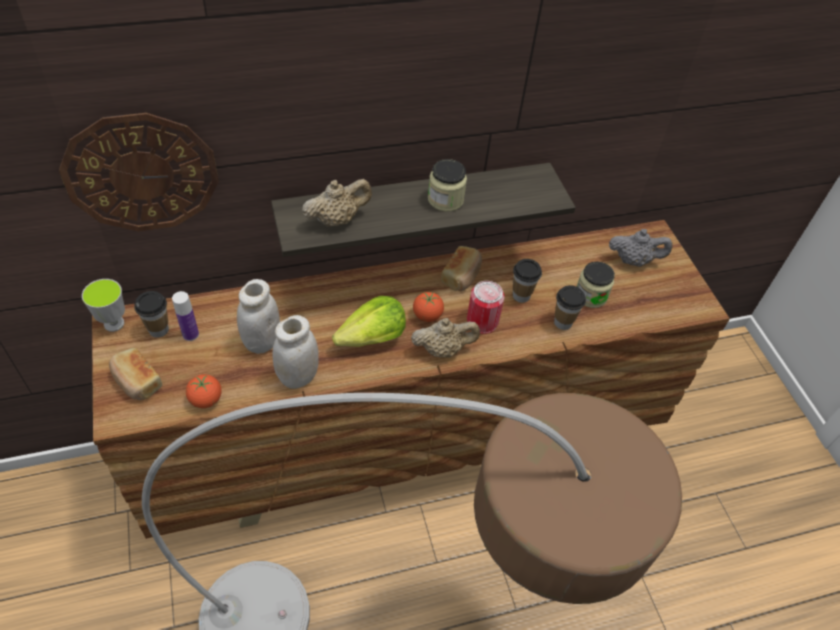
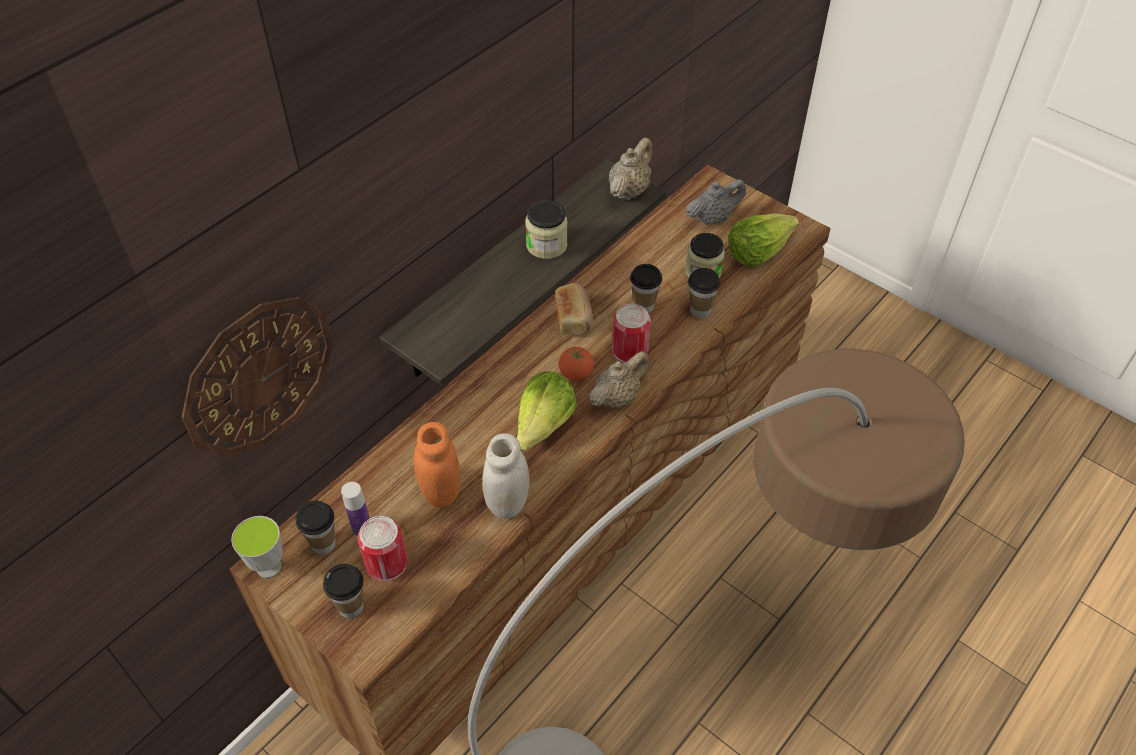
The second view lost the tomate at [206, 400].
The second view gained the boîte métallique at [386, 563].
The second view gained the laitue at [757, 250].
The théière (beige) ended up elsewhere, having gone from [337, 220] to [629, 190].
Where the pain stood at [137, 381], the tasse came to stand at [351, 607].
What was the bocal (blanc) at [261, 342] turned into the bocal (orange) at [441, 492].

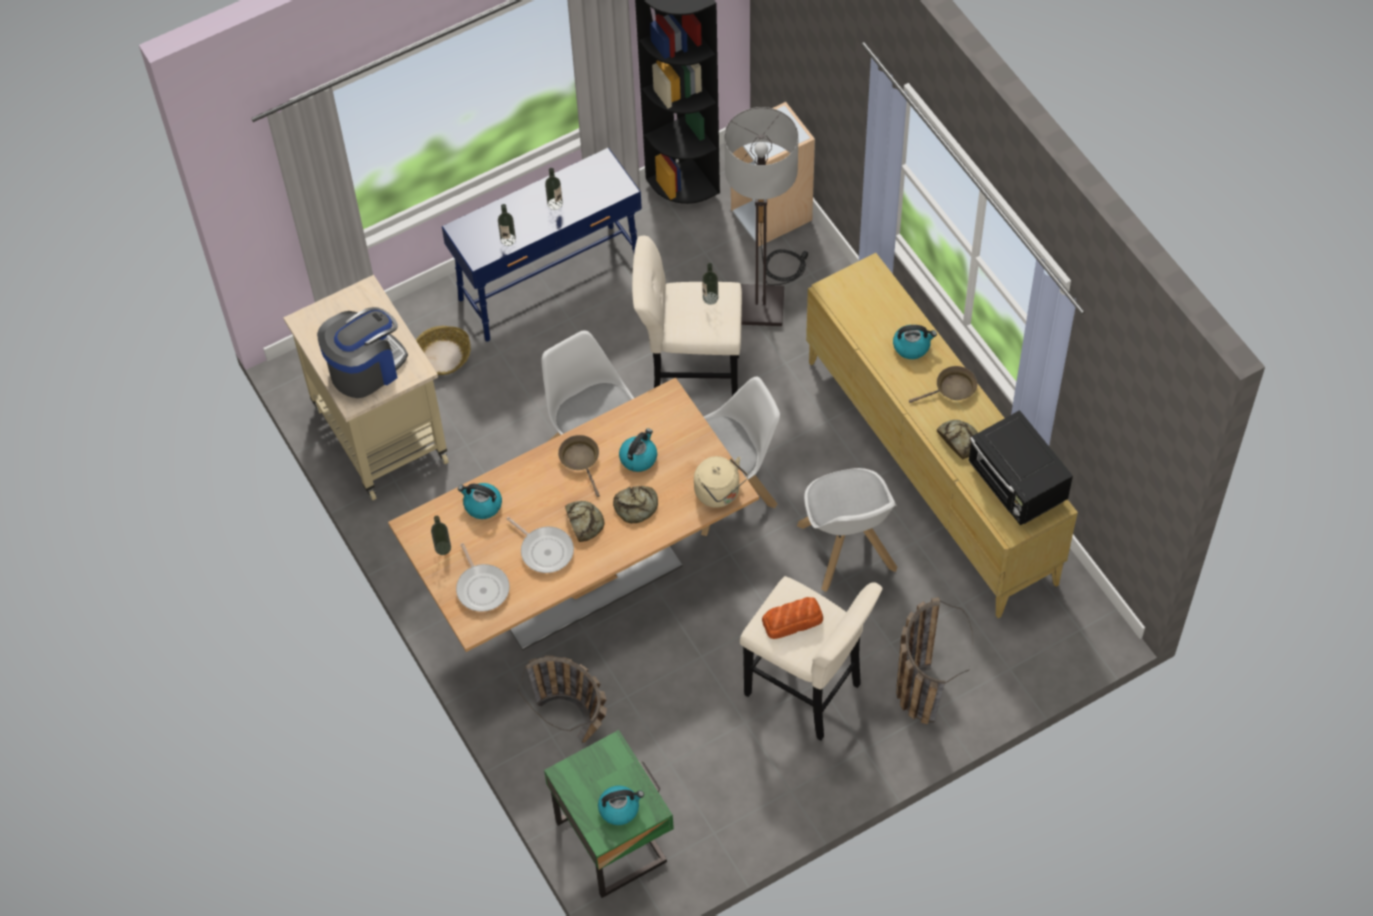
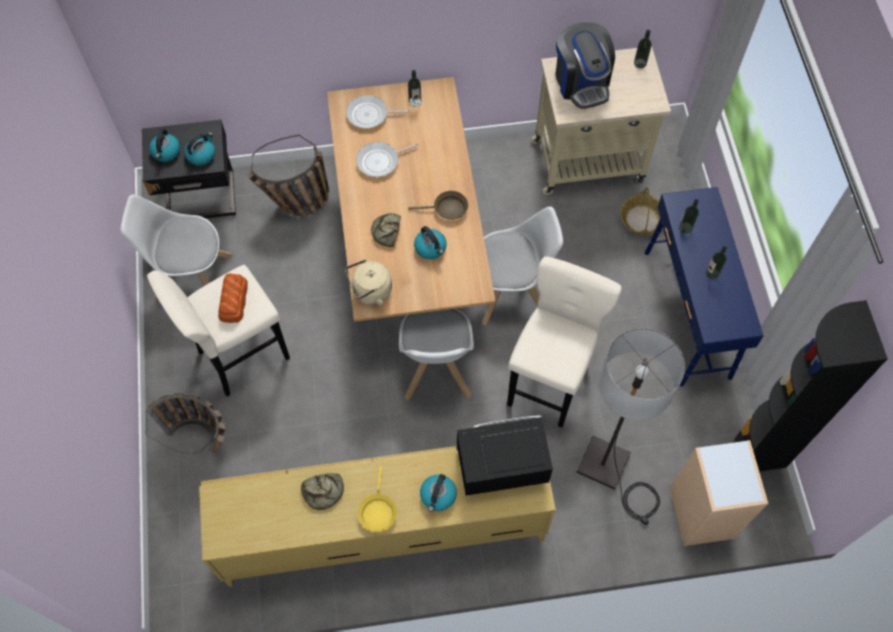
The second view lost the pain at [584, 522].
The bouilloire ended up elsewhere, having gone from [482, 505] to [201, 154].
The bouteille ended up elsewhere, having gone from [710, 298] to [640, 63].
The chaise ended up elsewhere, having gone from [847, 550] to [192, 277].
The micro-ondes (noir) ended up elsewhere, having gone from [1016, 485] to [500, 465].
What was the table de chevet (vert) at [614, 840] turned into the table de chevet (noir) at [201, 199].
What was the poêle (marron) at [952, 389] turned into the poêle (jaune) at [377, 510].

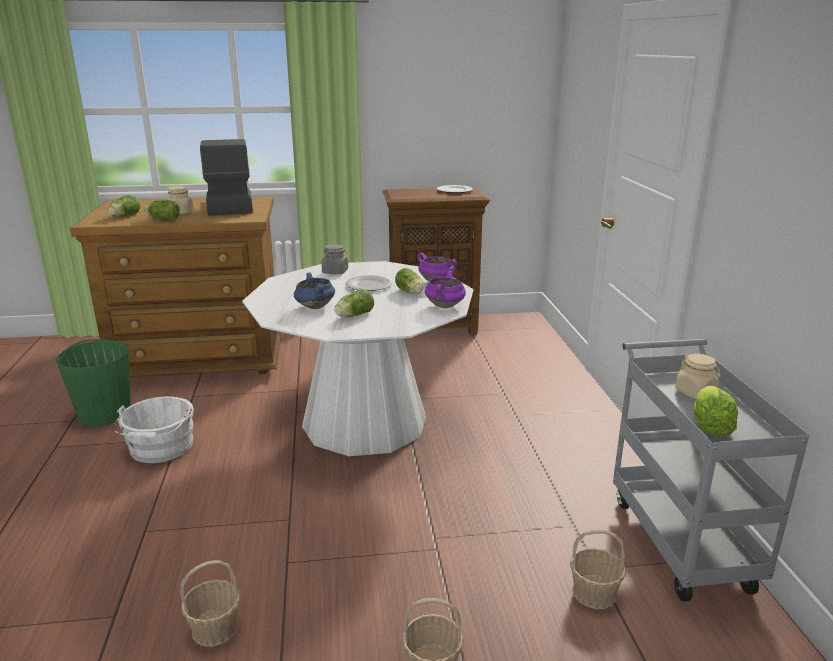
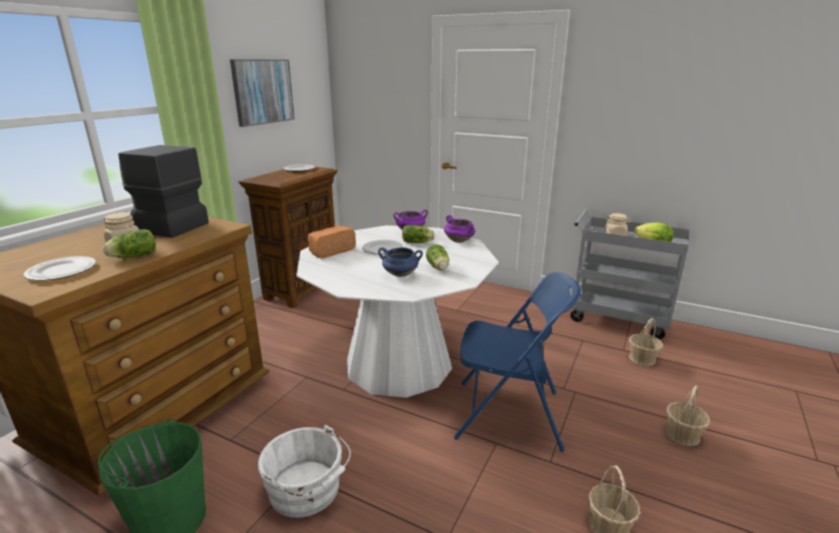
The second view gained the tableau at [263, 91].
The second view gained the chaise (bleu) at [508, 414].
Where the laitue stood at [124, 216], the assiette came to stand at [62, 270].
Where the bocal (gris) stood at [335, 272], the pain came to stand at [330, 251].

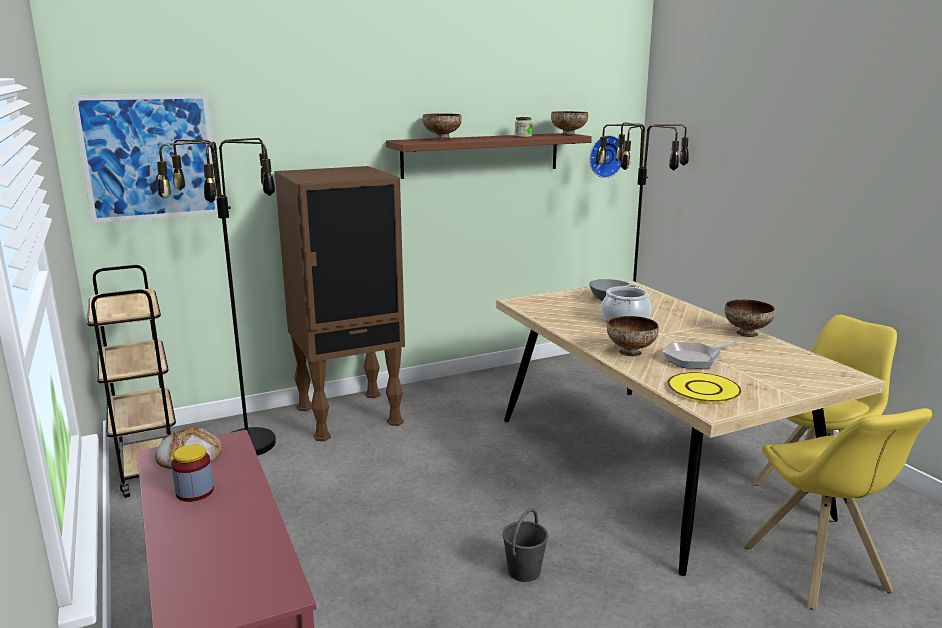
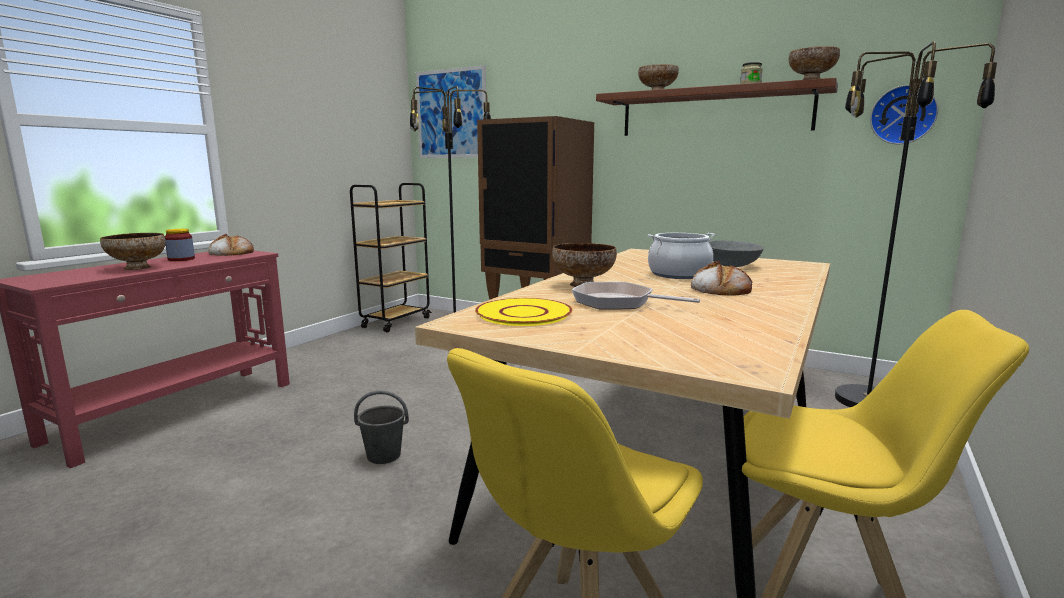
The second view gained the pain at [719, 289].
The bol ended up elsewhere, having gone from [746, 333] to [139, 268].

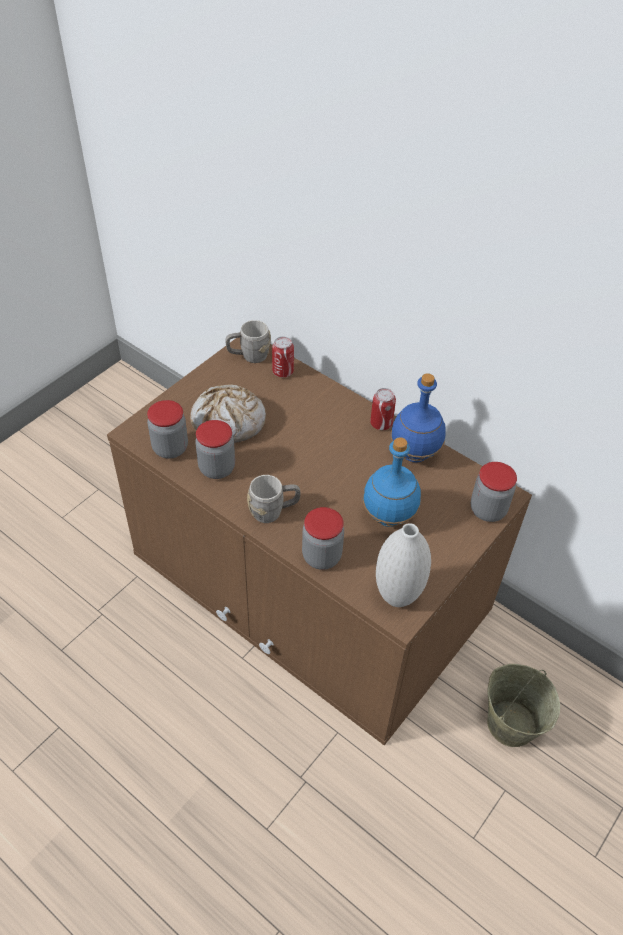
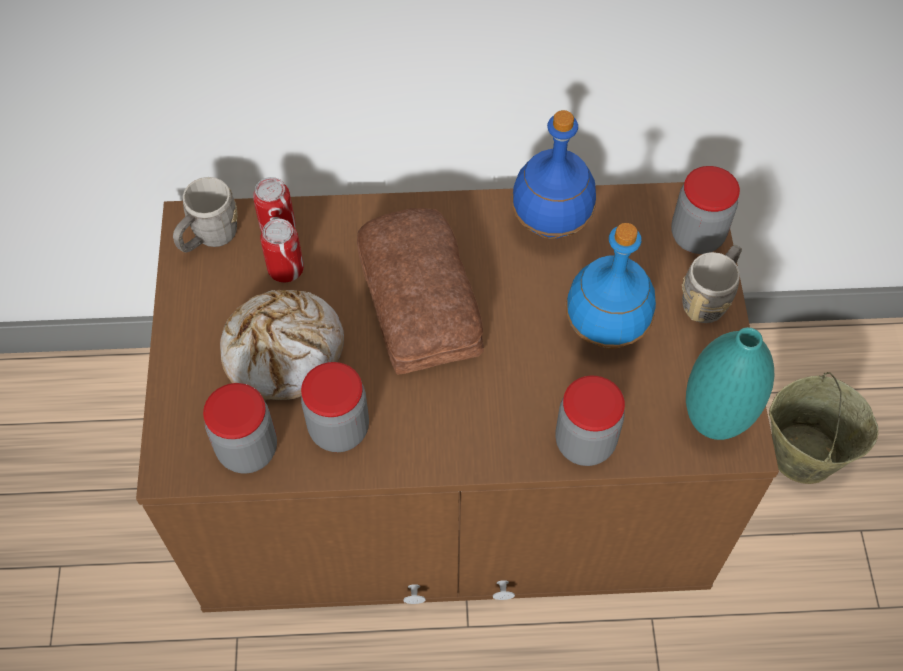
The second view gained the pain at [421, 298].
The mug (gris) ended up elsewhere, having gone from [273, 511] to [709, 298].
The boîte métallique ended up elsewhere, having gone from [381, 423] to [286, 269].
What was the vase (blanc) at [397, 596] turned into the vase (turquoise) at [713, 422].

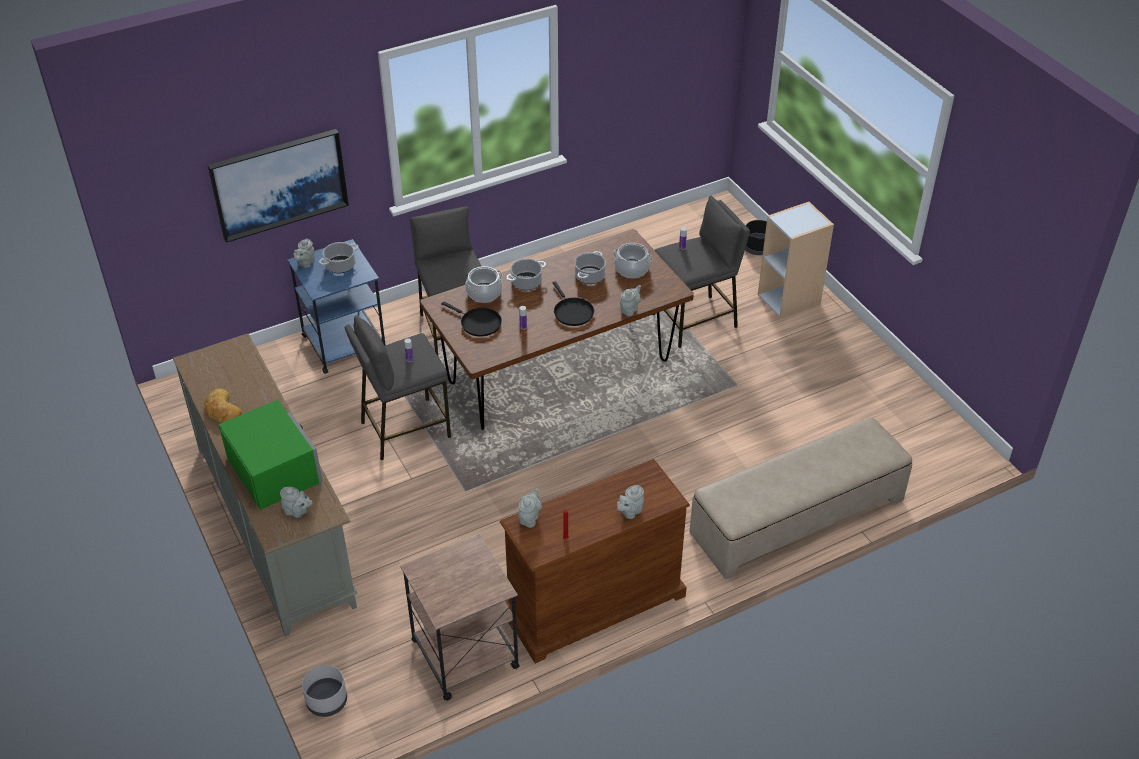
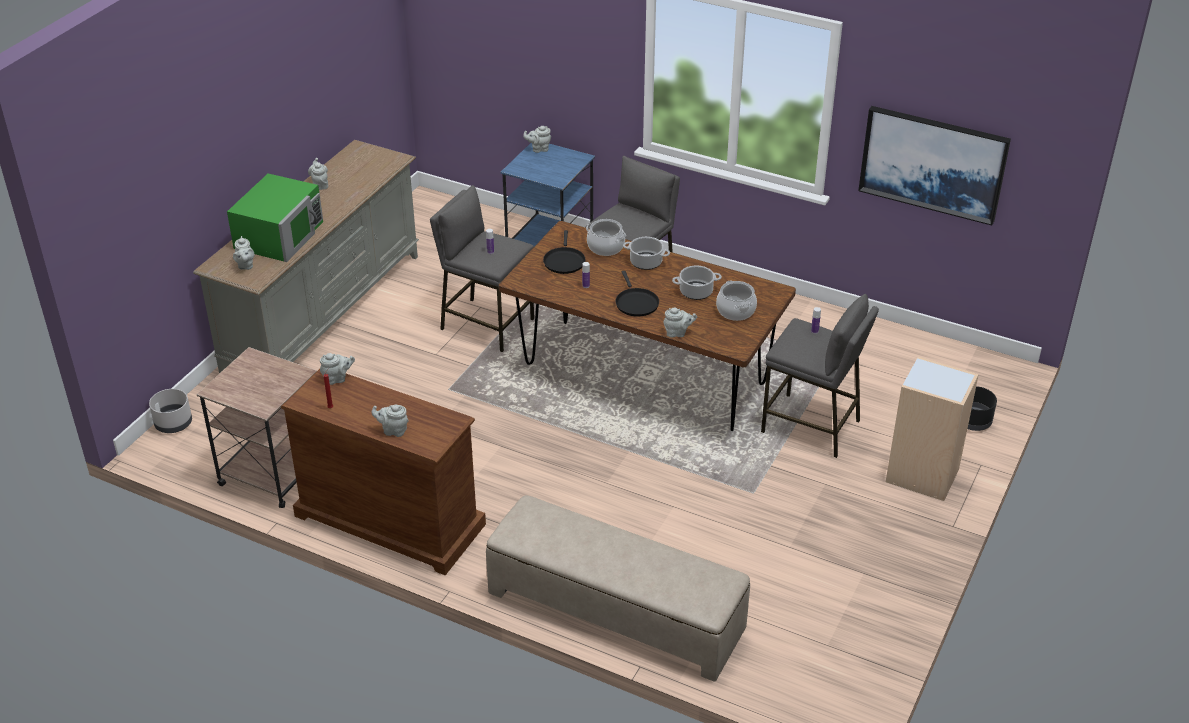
The second view lost the marmite at [340, 266].
The tableau ended up elsewhere, having gone from [279, 183] to [933, 163].
Where the pain stood at [222, 410], the théière (gris) came to stand at [320, 185].
The poêle (noir) at [572, 312] ended up facing another way, 45 degrees counterclockwise from before.

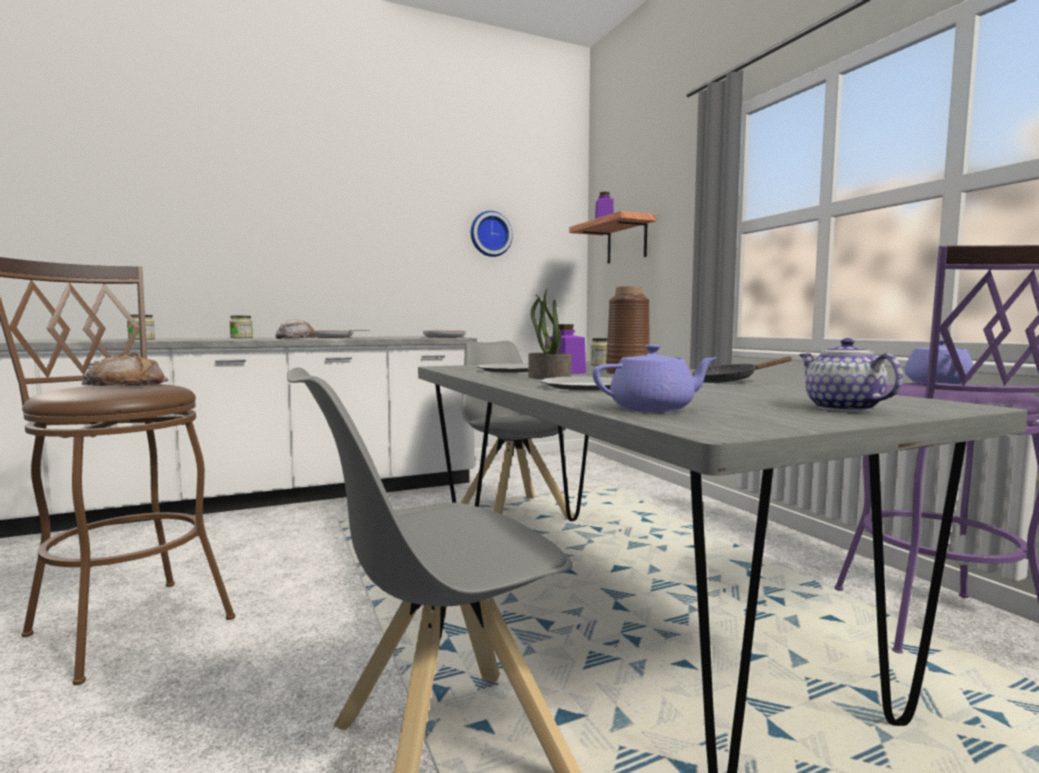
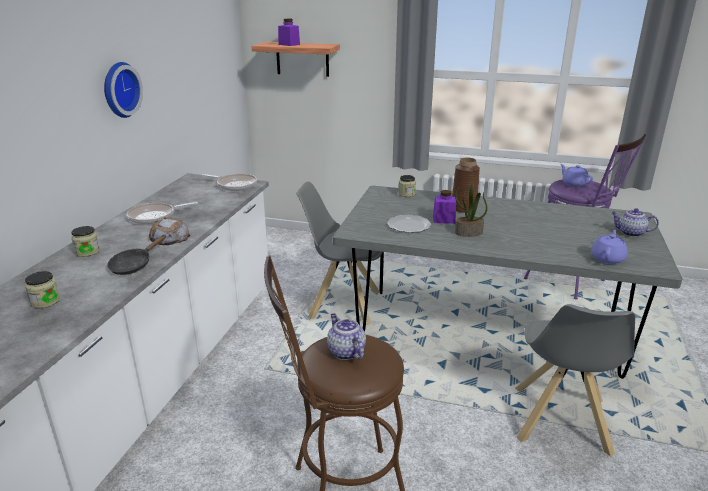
The second view lost the assiette at [583, 387].
The horloge murale ended up elsewhere, having gone from [490, 234] to [119, 89].
The poêle (noir) ended up elsewhere, having gone from [730, 381] to [134, 265].
Where the pain stood at [126, 384], the théière came to stand at [345, 351].

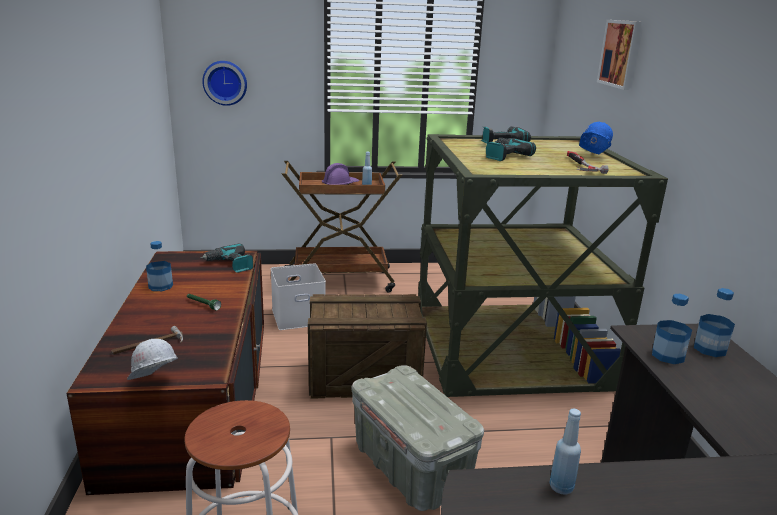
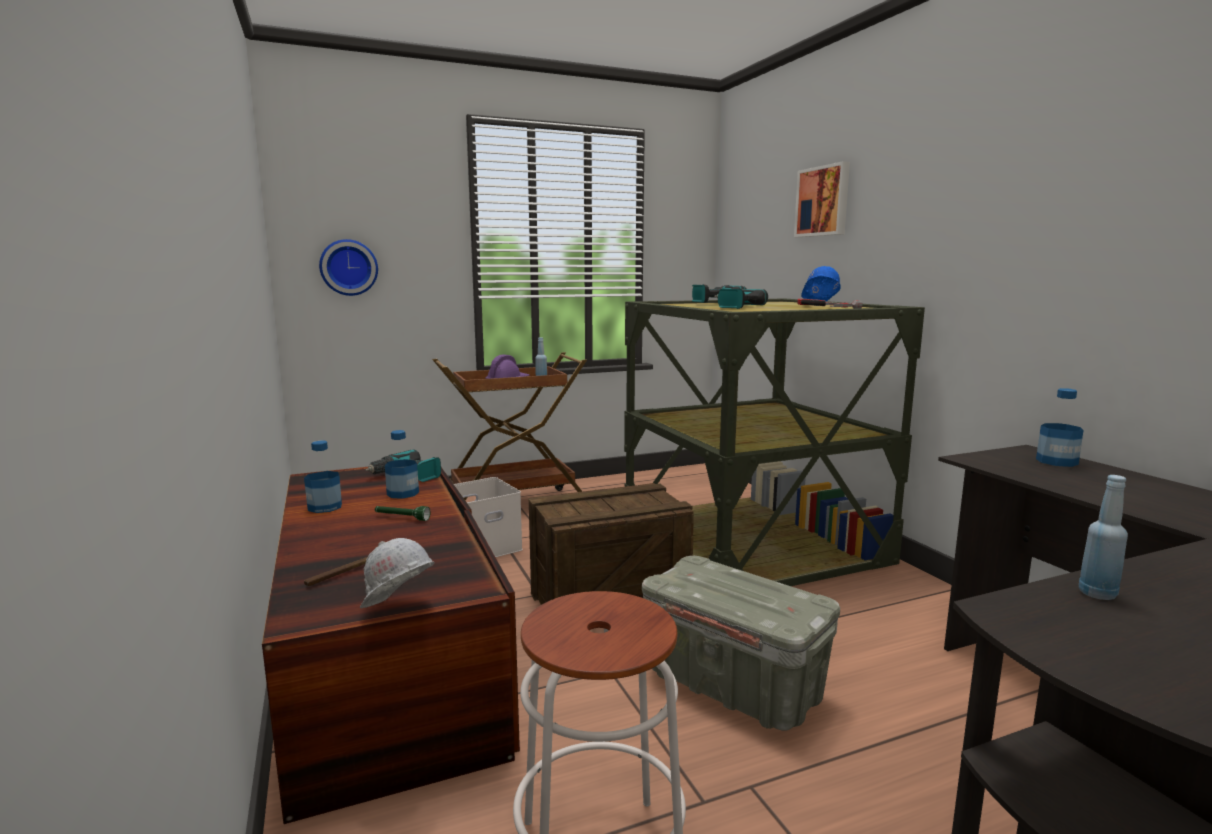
The bouteille ended up elsewhere, having gone from [668, 355] to [403, 493].

